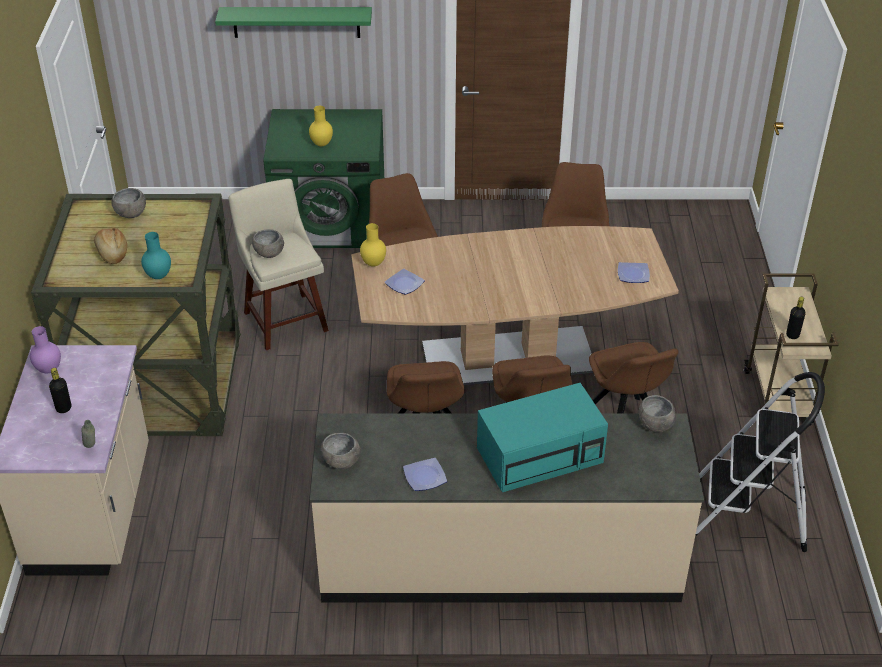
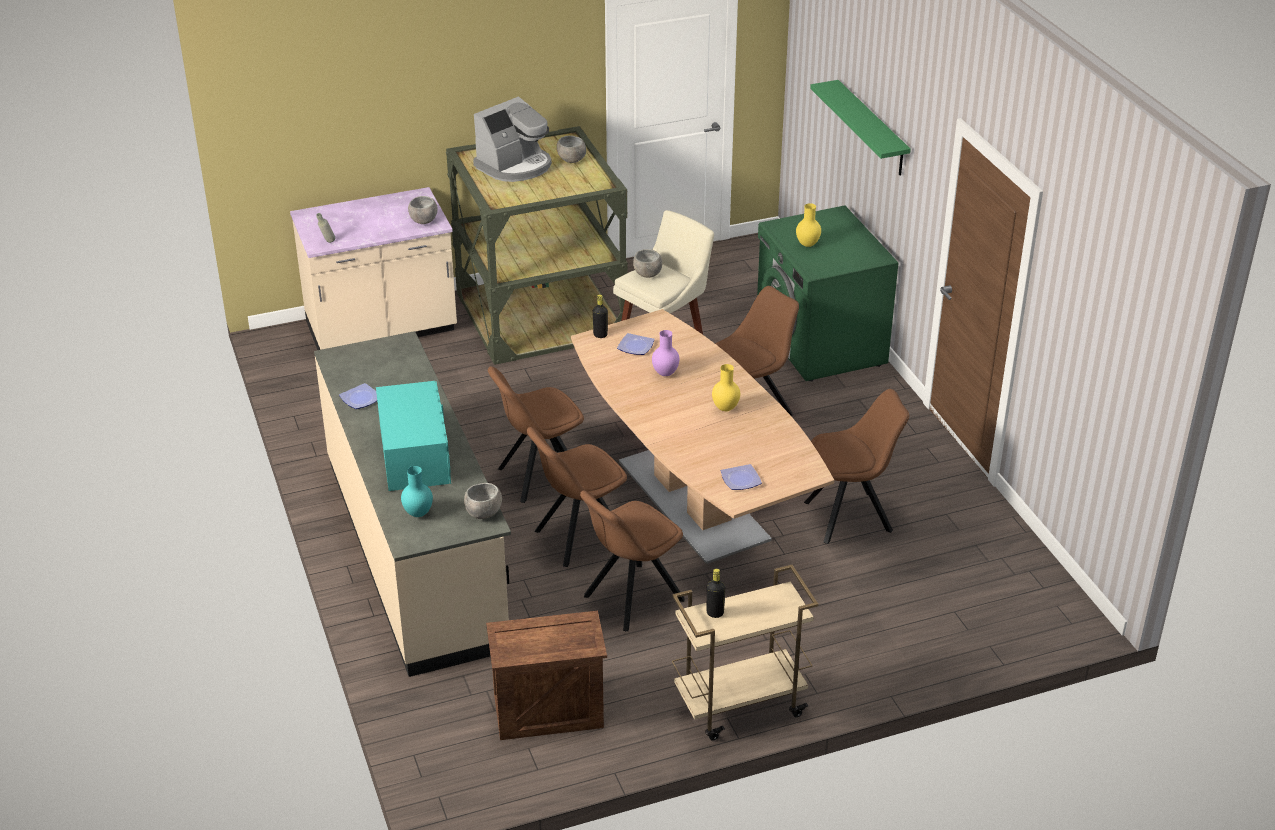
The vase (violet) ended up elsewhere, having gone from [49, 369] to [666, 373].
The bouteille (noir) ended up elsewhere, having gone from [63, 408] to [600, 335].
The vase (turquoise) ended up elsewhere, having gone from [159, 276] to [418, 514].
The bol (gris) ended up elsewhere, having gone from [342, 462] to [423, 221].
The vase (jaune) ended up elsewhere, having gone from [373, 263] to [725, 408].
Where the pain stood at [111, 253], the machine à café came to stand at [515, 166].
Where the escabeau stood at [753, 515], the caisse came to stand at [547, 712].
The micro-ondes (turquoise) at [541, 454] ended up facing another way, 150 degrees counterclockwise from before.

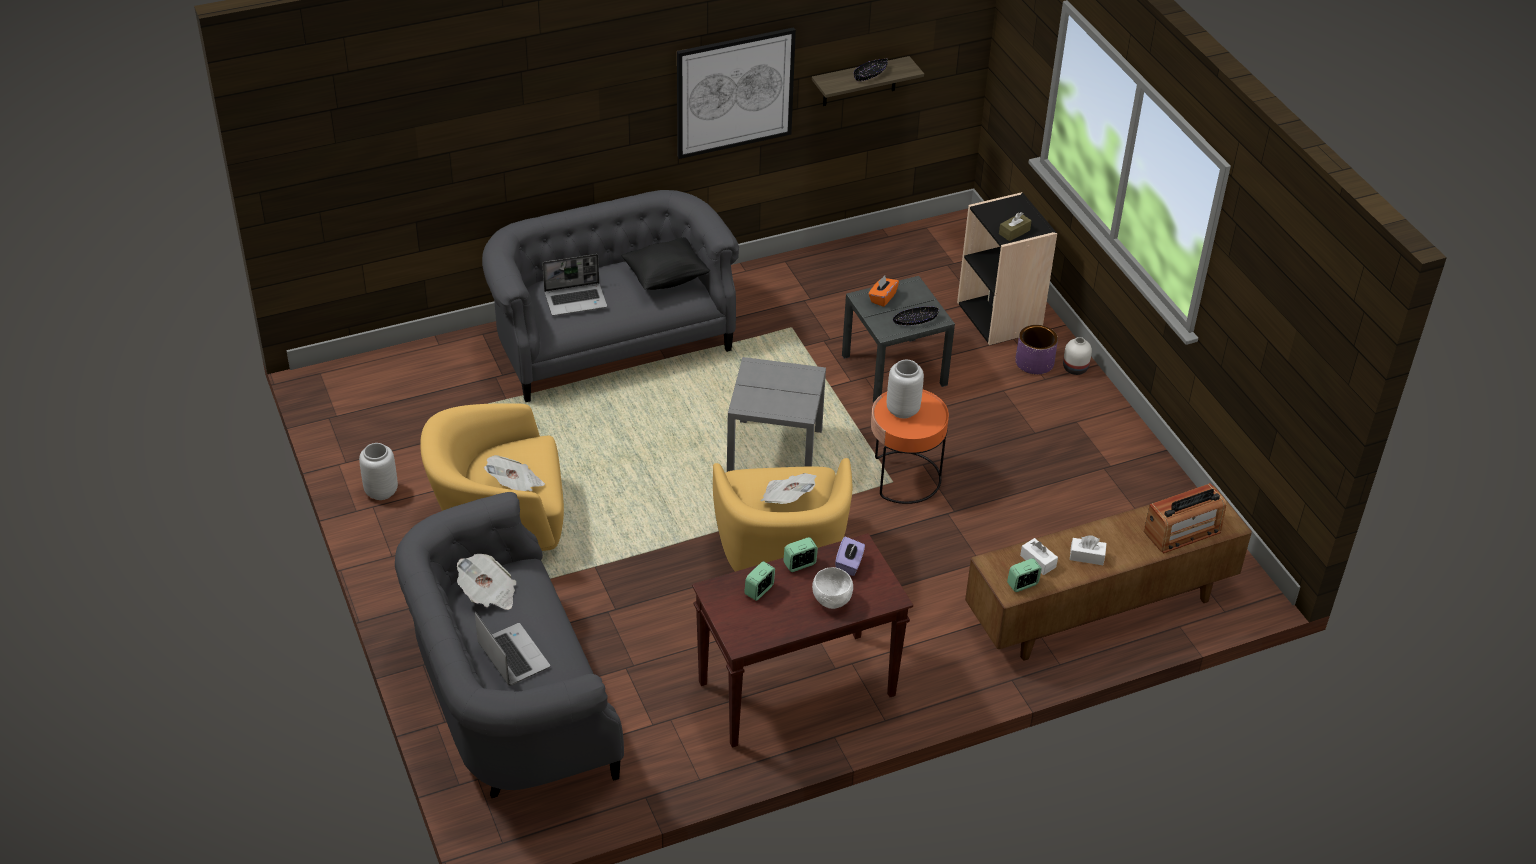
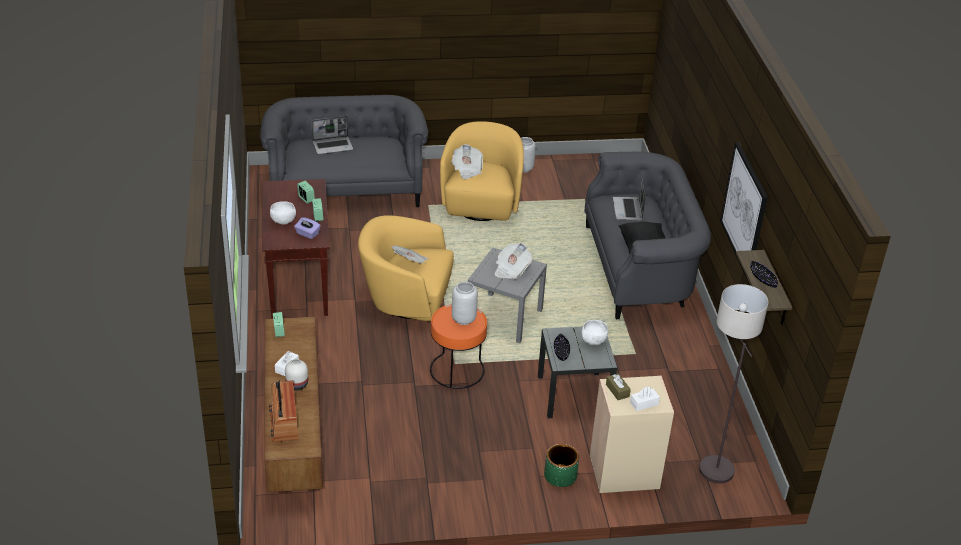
The second view gained the lampadaire (gris) at [712, 463].
The journal ended up elsewhere, having gone from [488, 594] to [511, 270].
The boîte à mouchoirs (blanc) ended up elsewhere, having gone from [1038, 561] to [644, 403].
The vase (blanc) ended up elsewhere, having gone from [1076, 368] to [297, 385].
Where the boîte à mouchoirs (orange) stood at [882, 298], the bol (blanc) came to stand at [593, 341].
What was the bibliothèque (noir) at [1000, 317] turned into the bibliothèque (beige) at [623, 472].
What was the cache-pot (violet) at [1034, 363] turned into the cache-pot (vert) at [560, 476].

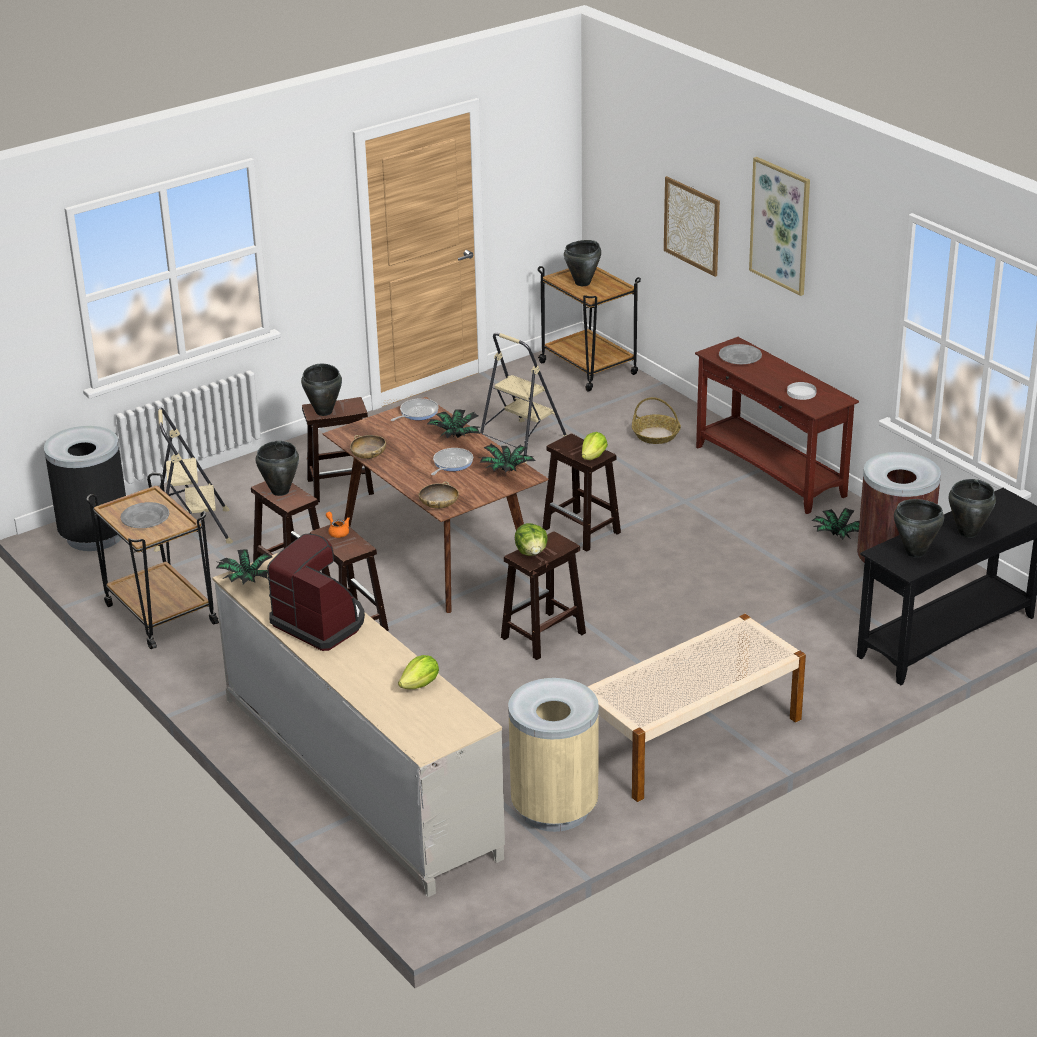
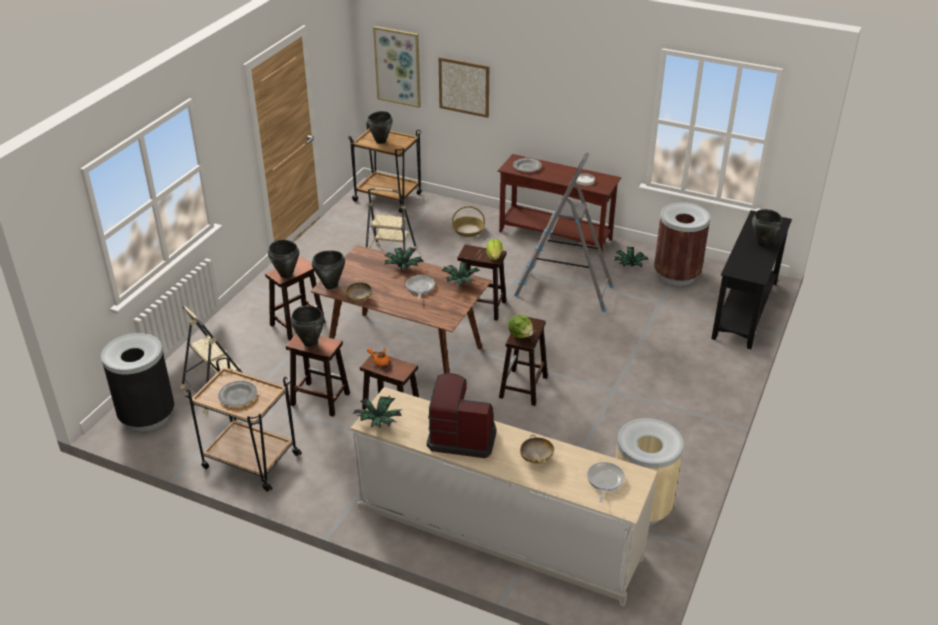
The second view lost the laitue at [420, 685].
The second view lost the banc (beige) at [692, 738].
The second view gained the escabeau (gris) at [563, 291].
The poêle ended up elsewhere, having gone from [417, 413] to [604, 480].
The bol (beige) ended up elsewhere, having gone from [439, 506] to [536, 458].
The tableau ended up elsewhere, having gone from [780, 225] to [398, 66].
The marmite (noir) ended up elsewhere, having gone from [915, 552] to [331, 285].

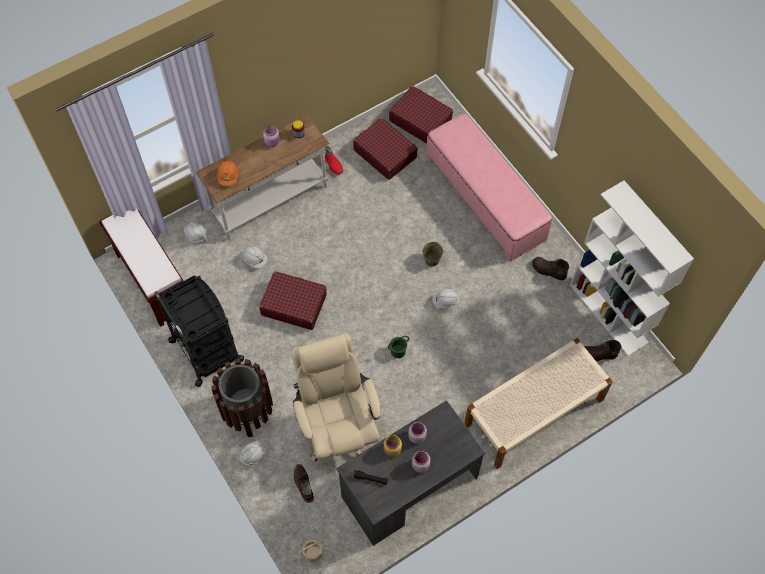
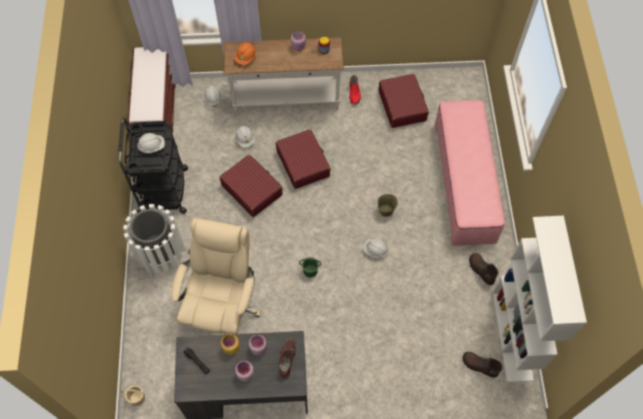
The second view lost the banc (beige) at [534, 412].
The casque de chantier (blanc) ended up elsewhere, having gone from [253, 455] to [152, 146].
The botte (marron) ended up elsewhere, having gone from [303, 484] to [286, 359].
The valise (rouge) ended up elsewhere, having gone from [420, 120] to [303, 163].
What was the poubelle (marron) at [248, 412] turned into the poubelle (blanc) at [162, 256].

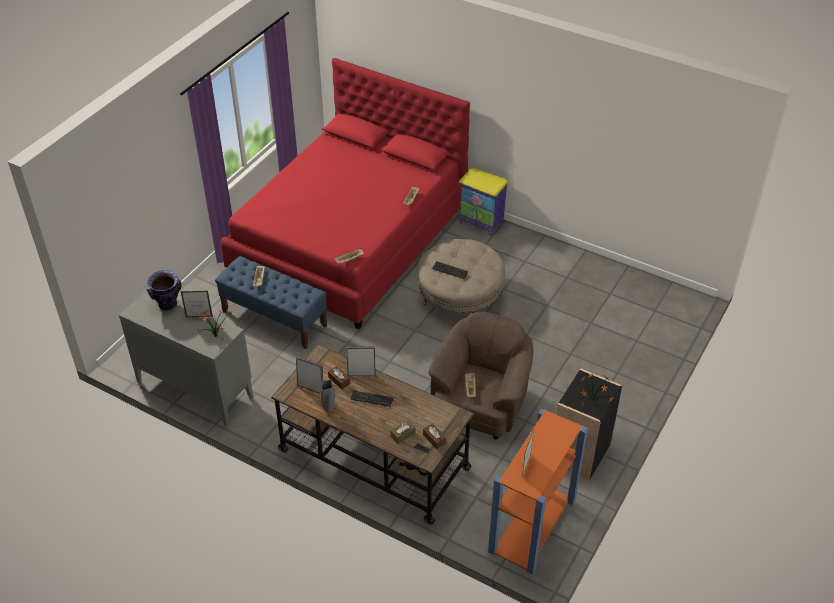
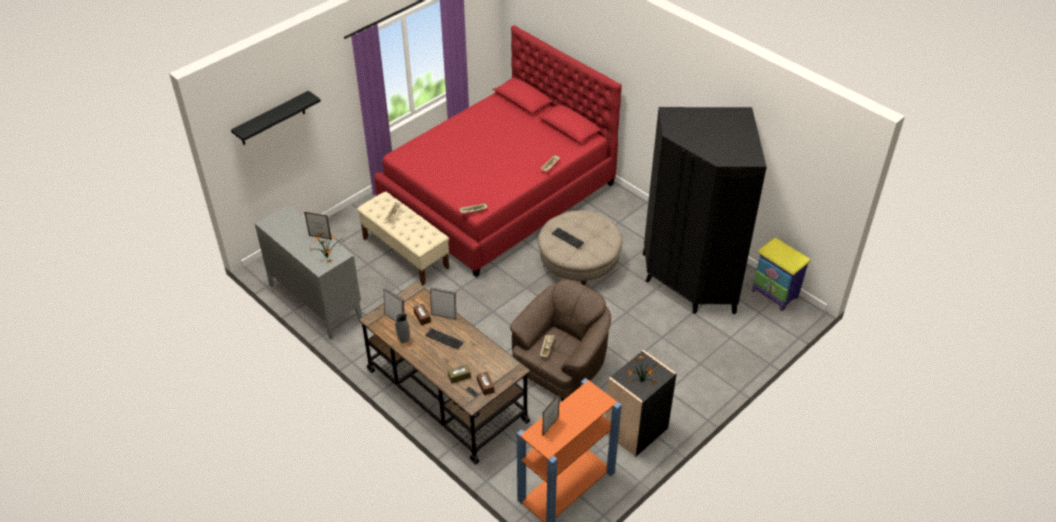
The second view lost the vase at [168, 304].
The second view gained the étagère (noir) at [272, 119].
The second view gained the armoire (noir) at [692, 279].
The table de chevet ended up elsewhere, having gone from [481, 223] to [774, 295].
What was the banc (bleu) at [275, 318] turned into the banc (beige) at [406, 253].

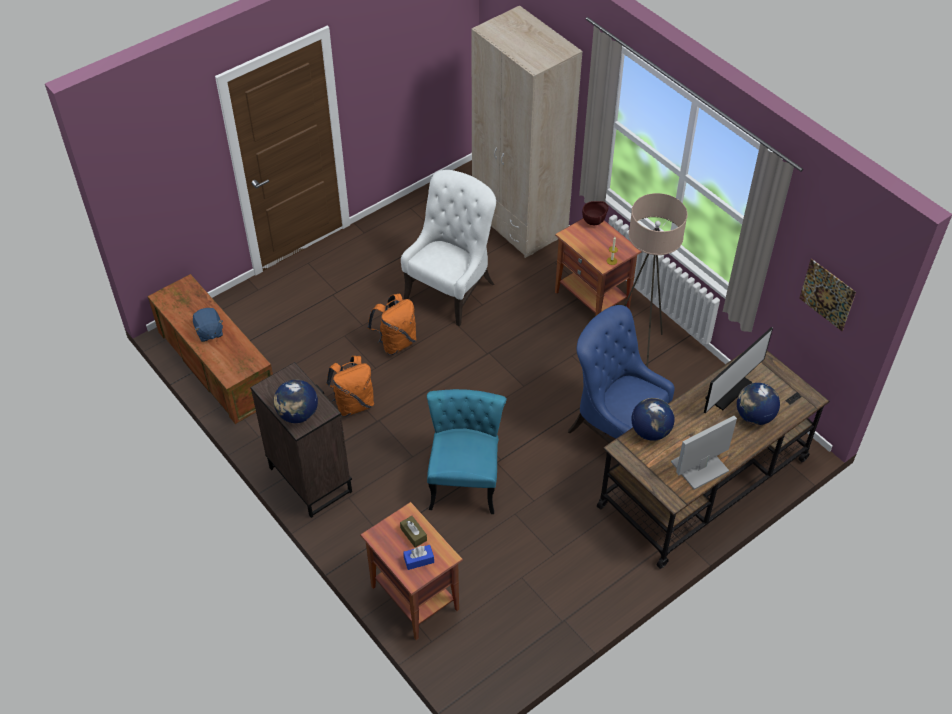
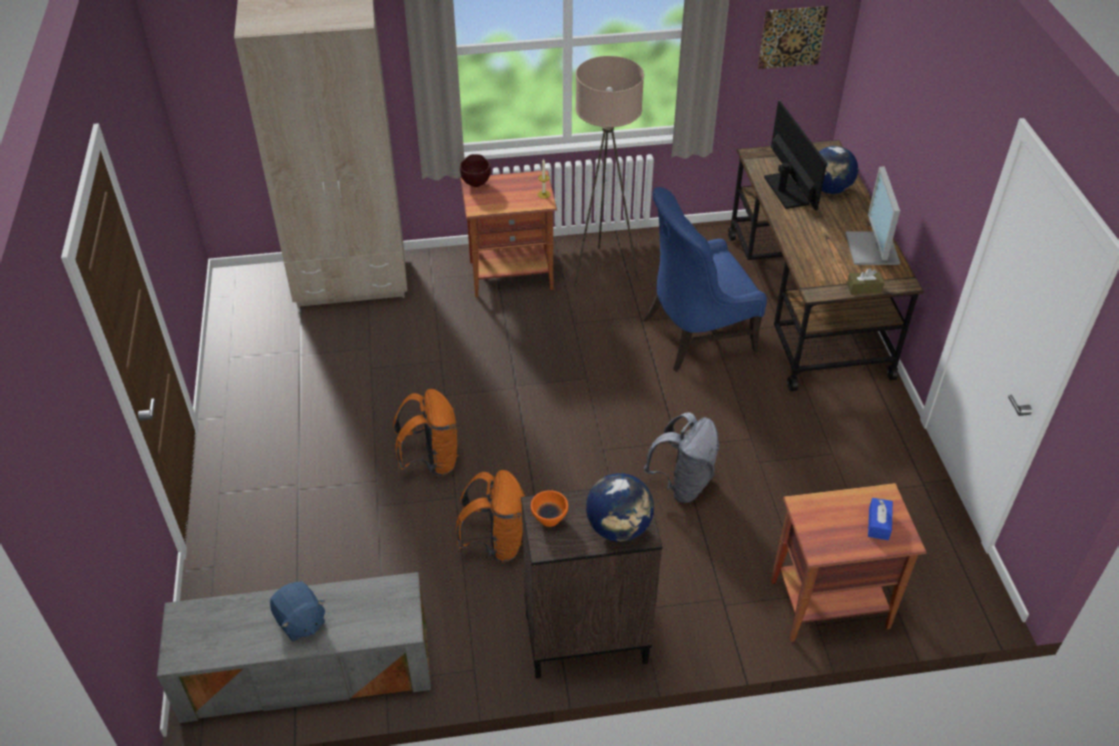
The second view lost the chaise (blanc) at [451, 290].
The second view lost the globe at [650, 431].
The second view gained the bol (orange) at [550, 518].
The boîte à mouchoirs (marron) ended up elsewhere, having gone from [413, 534] to [864, 288].
Where the chaise (turquoise) stood at [465, 478], the sac à dos (gris) came to stand at [683, 484].
What was the banc (marron) at [215, 365] turned into the banc (gris) at [305, 672].
The peluche (bleu) at [209, 332] ended up facing another way, 45 degrees clockwise from before.

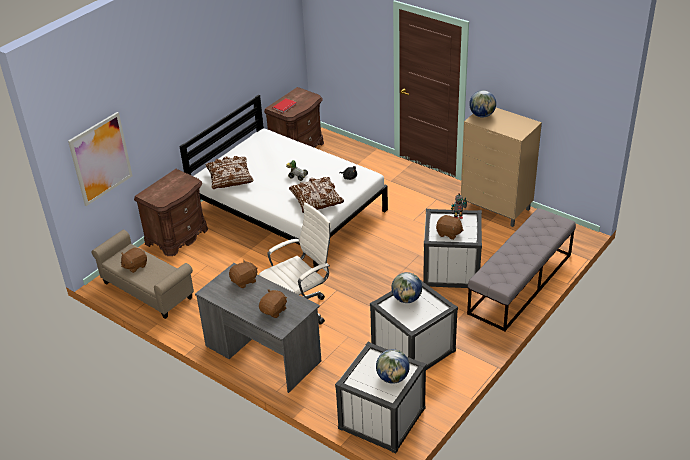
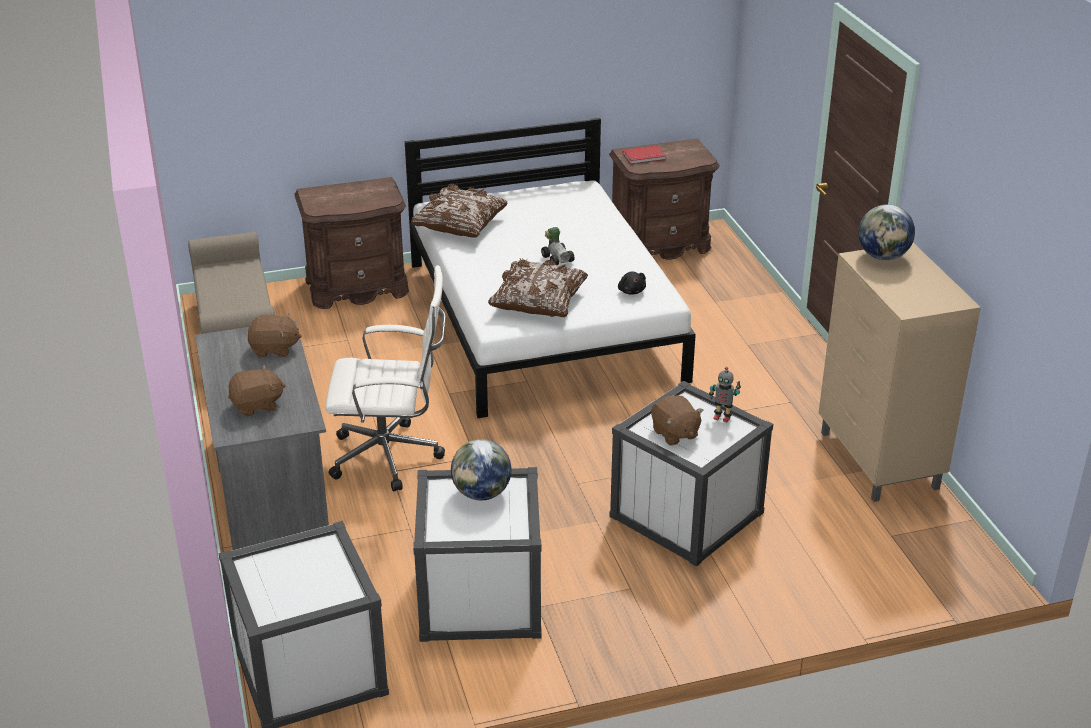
The second view lost the tableau at [100, 158].
The second view lost the peluche (marron) at [135, 266].
The second view lost the globe at [393, 378].
The second view lost the banc (gris) at [520, 284].

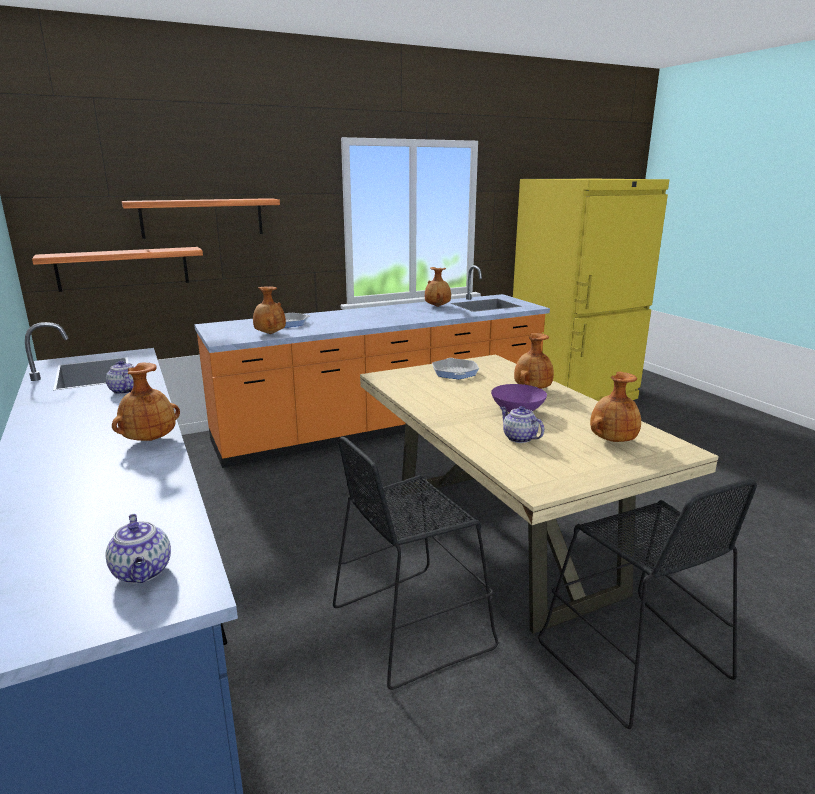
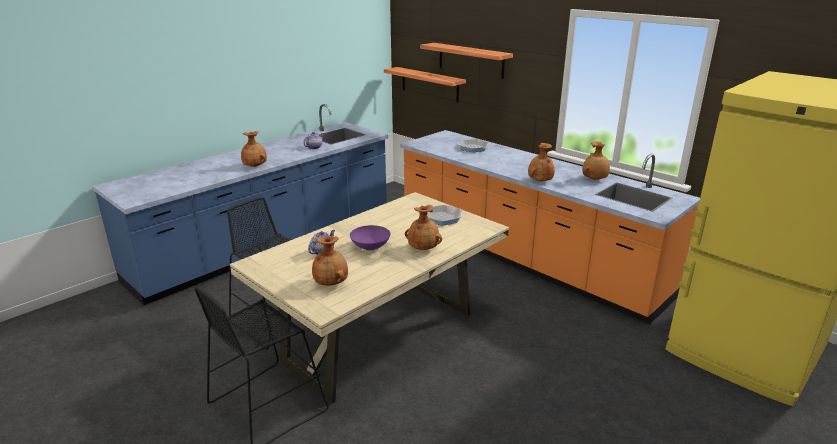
The second view lost the théière at [143, 572].
The vase (marron) ended up elsewhere, having gone from [269, 334] to [539, 181].

